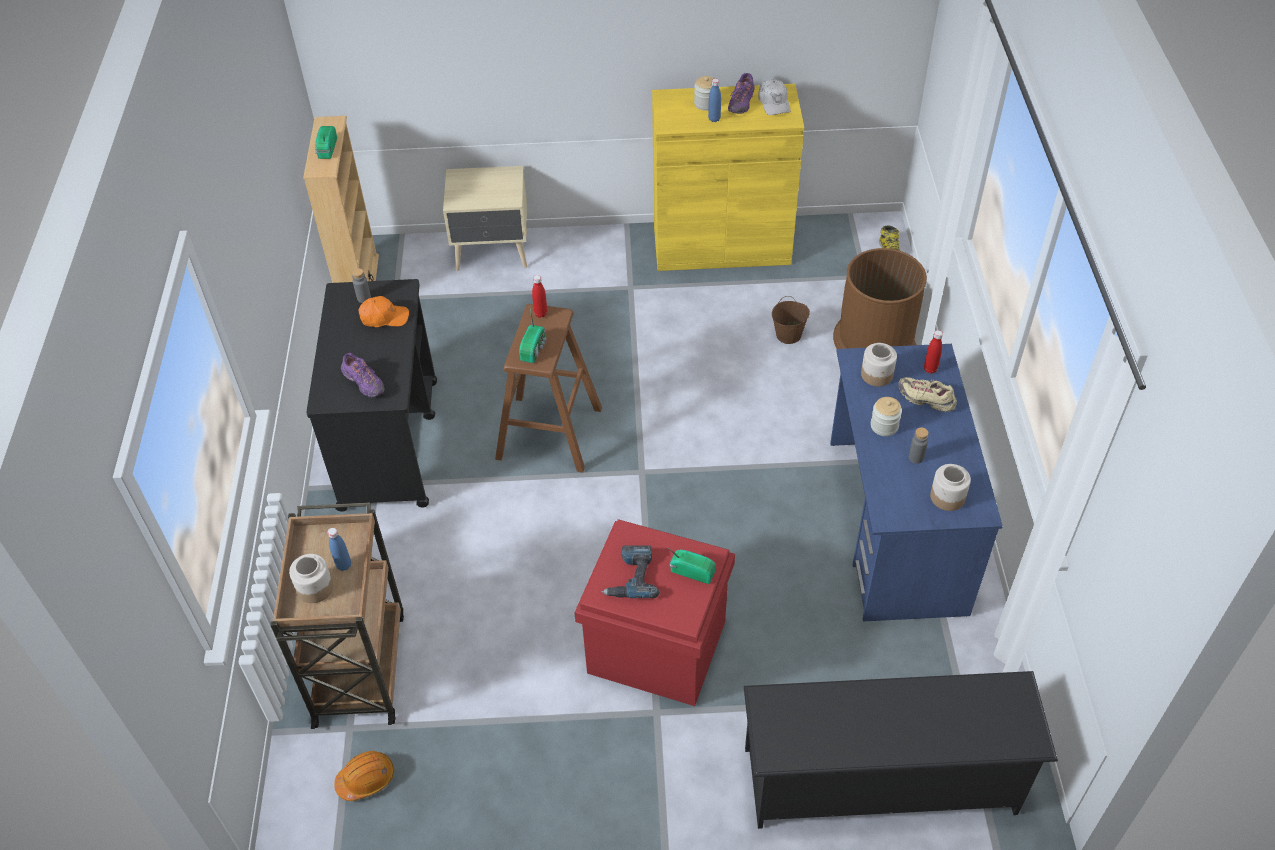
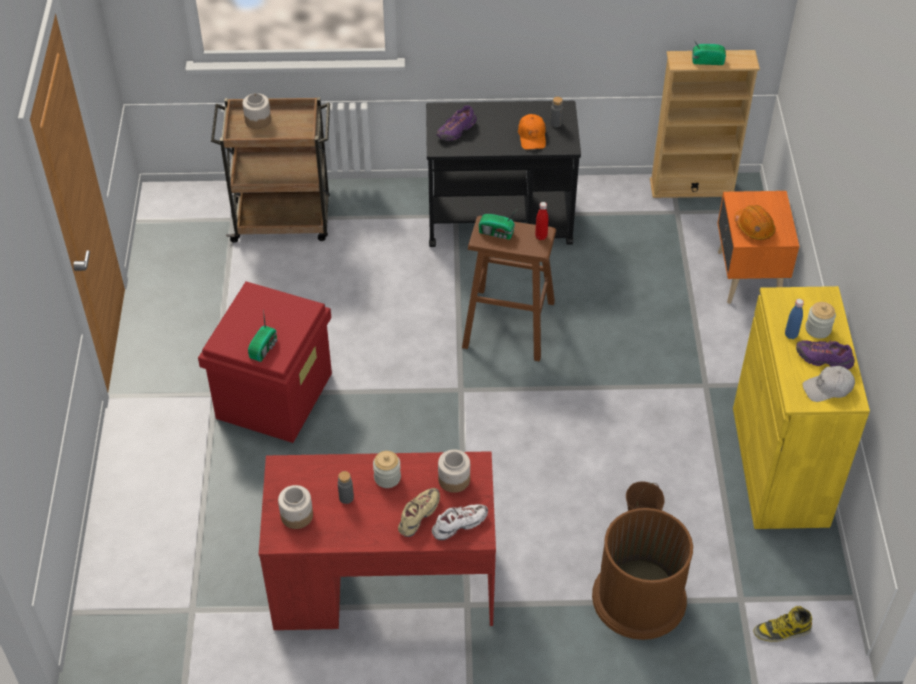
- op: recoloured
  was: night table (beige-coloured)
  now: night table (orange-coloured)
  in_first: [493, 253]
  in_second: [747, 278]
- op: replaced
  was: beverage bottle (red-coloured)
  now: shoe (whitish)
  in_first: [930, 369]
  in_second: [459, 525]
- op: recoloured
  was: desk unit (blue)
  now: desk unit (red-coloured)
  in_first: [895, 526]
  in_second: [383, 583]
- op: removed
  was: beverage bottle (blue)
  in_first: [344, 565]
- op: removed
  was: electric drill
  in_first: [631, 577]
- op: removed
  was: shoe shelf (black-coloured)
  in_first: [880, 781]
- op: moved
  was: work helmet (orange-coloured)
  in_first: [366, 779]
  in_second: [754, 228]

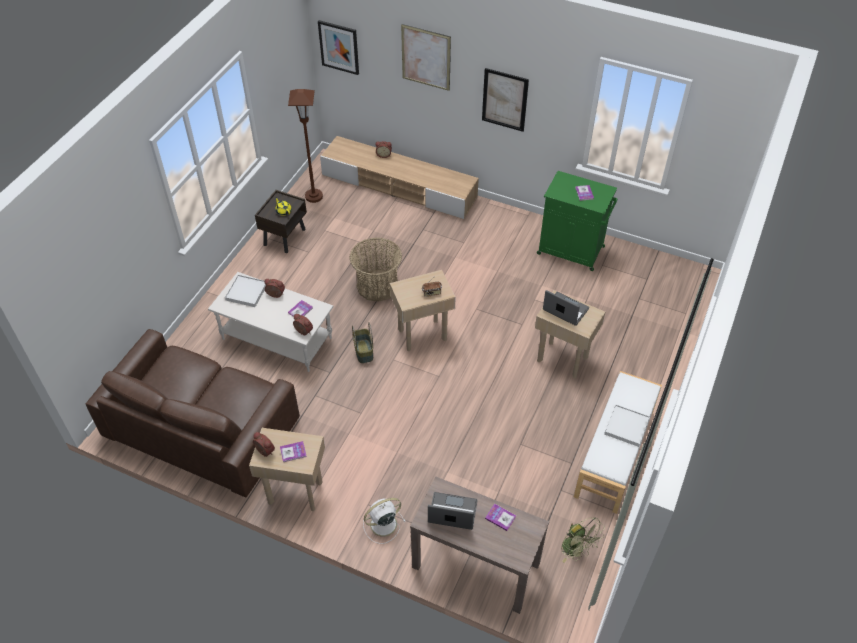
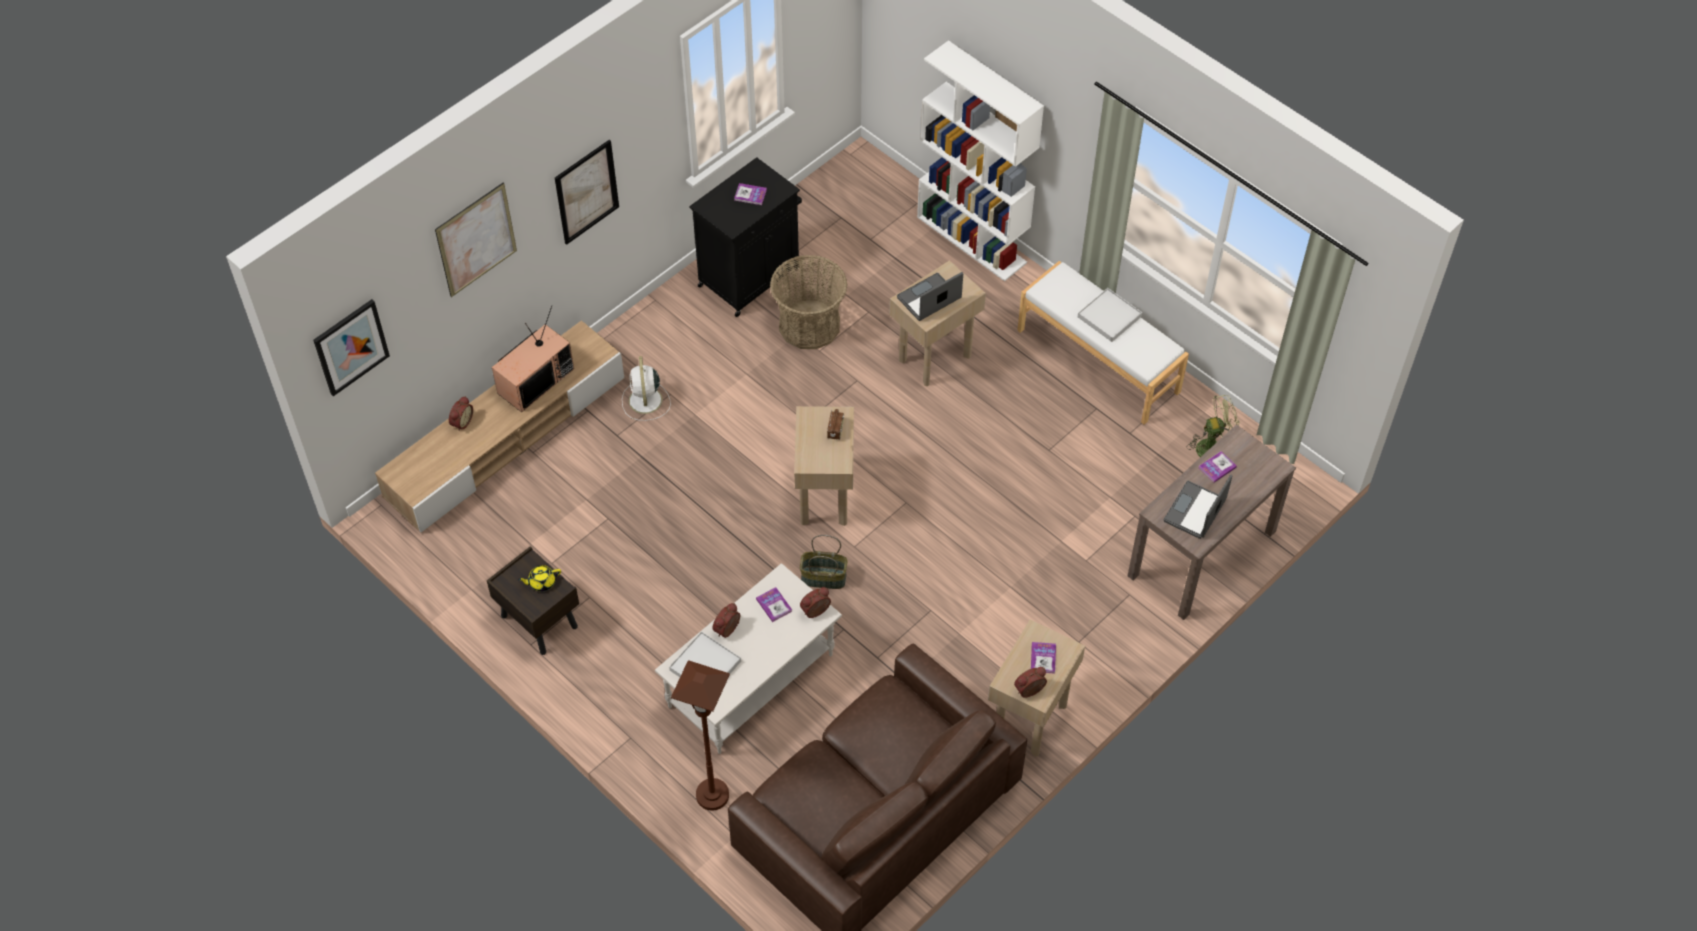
- op: moved
  was: standard lamp (brown)
  in_first: [314, 196]
  in_second: [712, 795]
- op: recoloured
  was: cabinet (greenish)
  now: cabinet (black-coloured)
  in_first: [572, 251]
  in_second: [750, 276]
- op: moved
  was: basket
  in_first: [377, 285]
  in_second: [809, 325]
- op: moved
  was: fan (whitish)
  in_first: [382, 524]
  in_second: [645, 401]
- op: added
  now: shelving unit (whitish)
  in_second: [972, 240]
- op: added
  now: TV
  in_second: [535, 379]

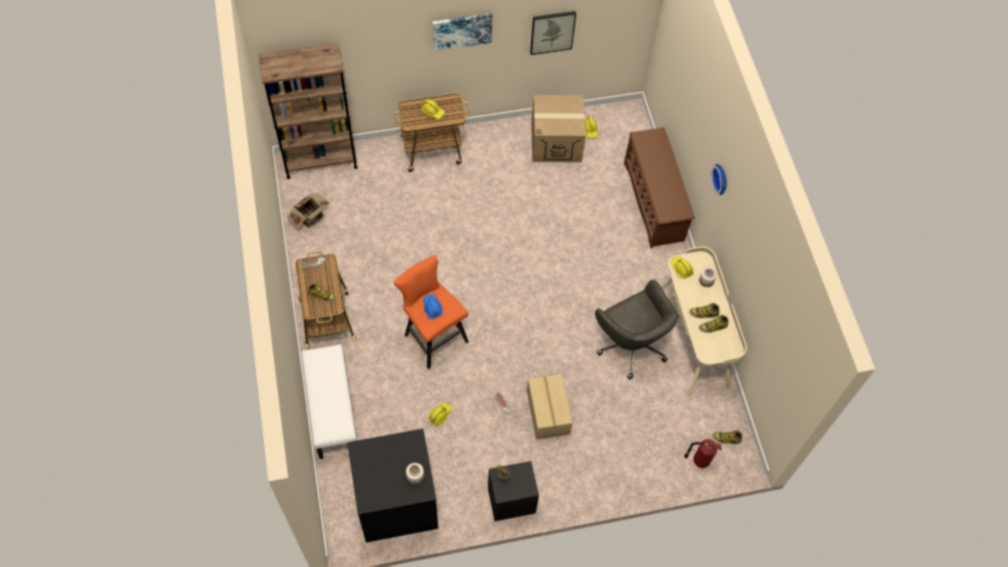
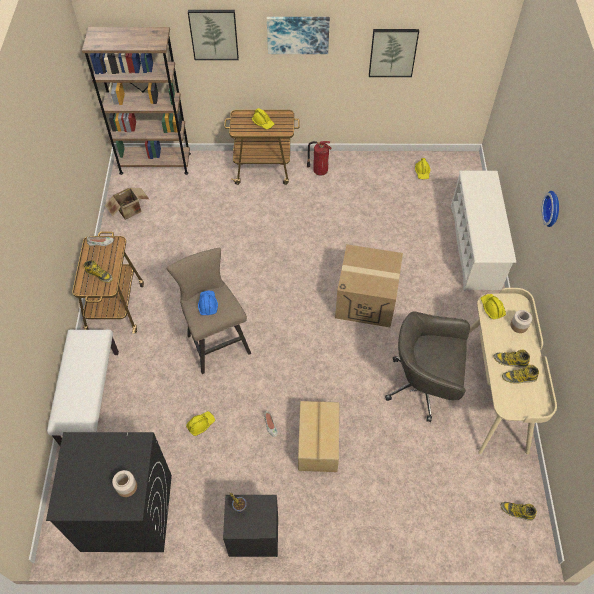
- op: moved
  was: packing box
  in_first: [556, 141]
  in_second: [366, 299]
- op: recoloured
  was: shoe shelf (brown)
  now: shoe shelf (whitish)
  in_first: [654, 202]
  in_second: [475, 247]
- op: recoloured
  was: stool seat (orange-coloured)
  now: stool seat (beige-coloured)
  in_first: [433, 336]
  in_second: [216, 341]
- op: turned
  was: office chair (greyish)
  in_first: [630, 344]
  in_second: [424, 386]
  clockwise: 120
- op: moved
  was: fire extinguisher
  in_first: [700, 460]
  in_second: [319, 170]
- op: added
  now: wall picture
  in_second: [214, 34]

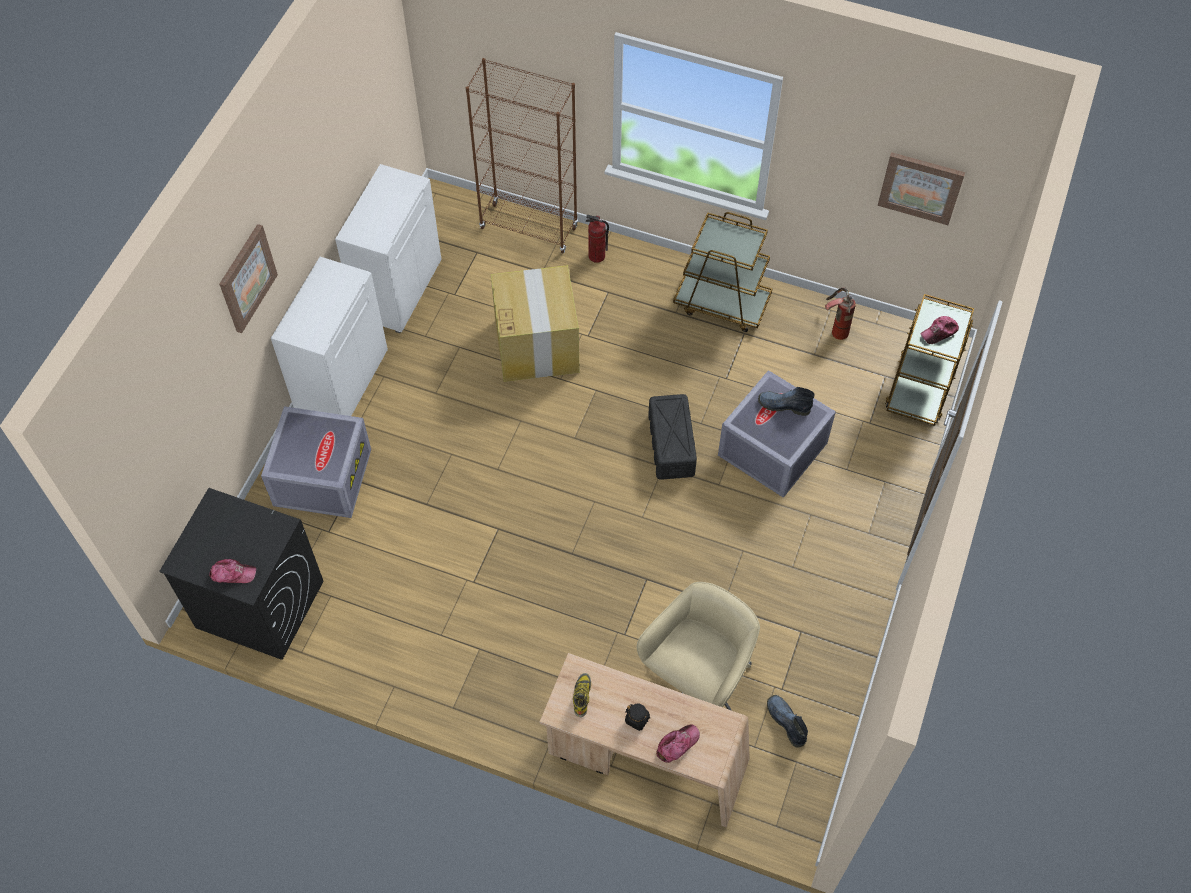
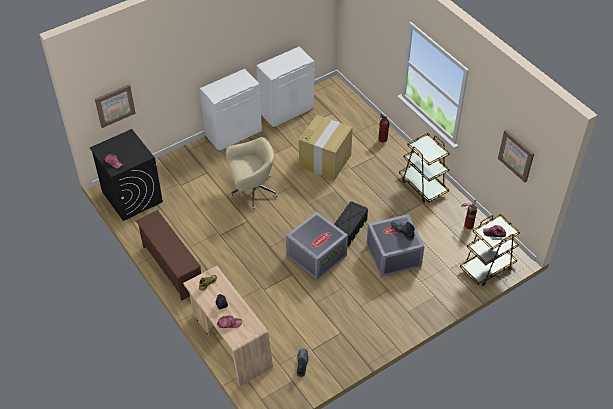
- op: removed
  was: shelving unit (brown)
  in_first: [529, 228]
- op: moved
  was: wall picture
  in_first: [246, 278]
  in_second: [114, 105]
- op: moved
  was: storage box (greyish)
  in_first: [321, 476]
  in_second: [316, 254]
- op: moved
  was: office chair (beige-coloured)
  in_first: [696, 680]
  in_second: [252, 191]
- op: added
  now: shoe shelf (brown)
  in_second: [171, 268]

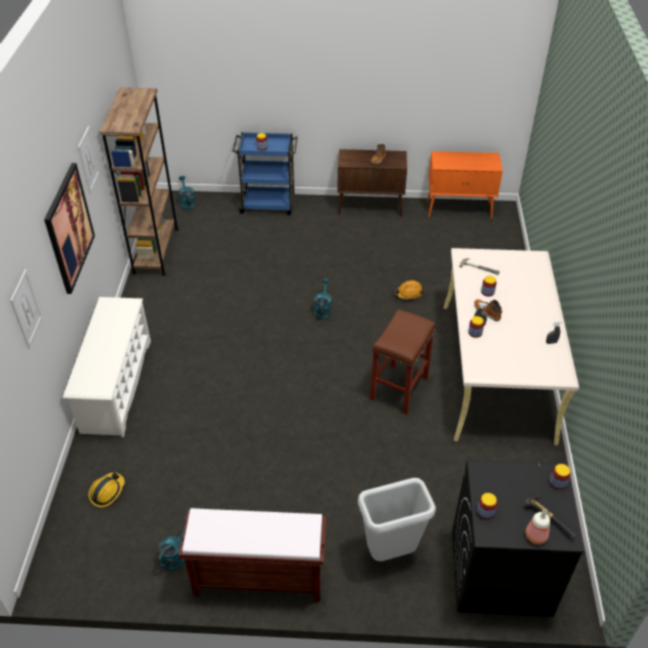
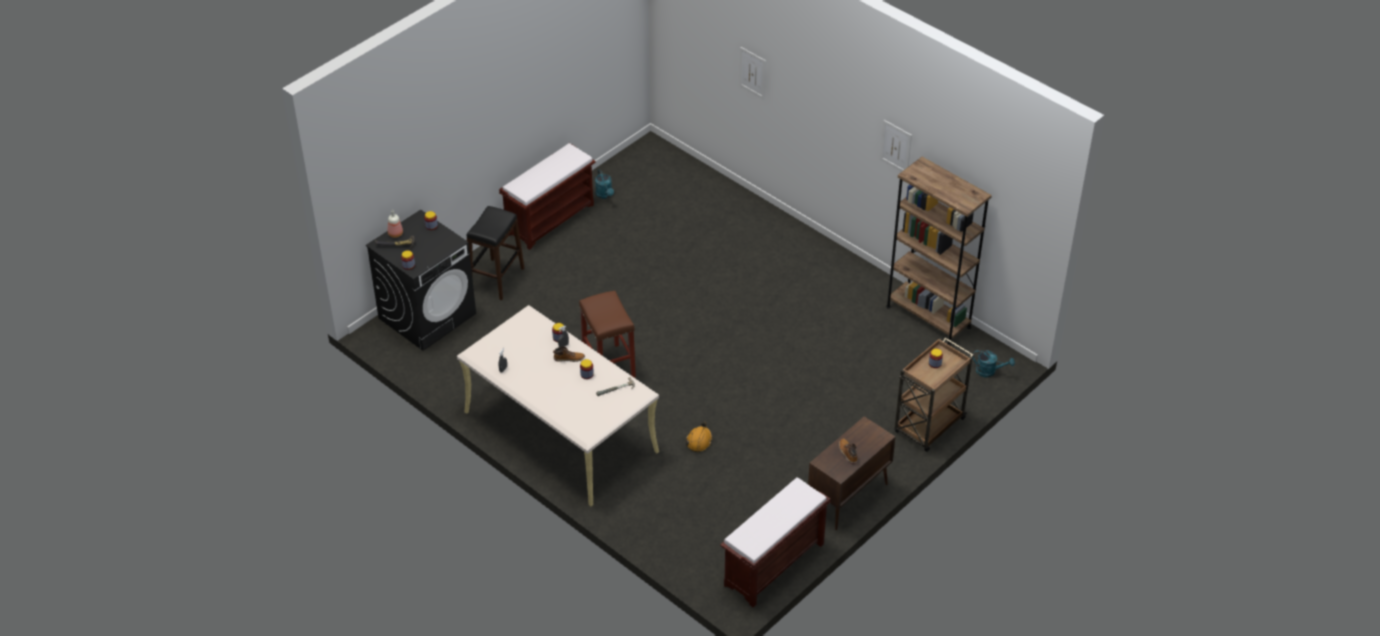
- op: recoloured
  was: wheeled cart (blue)
  now: wheeled cart (brown)
  in_first: [269, 204]
  in_second: [928, 426]
- op: replaced
  was: cabinet (orange-coloured)
  now: indoor bench (brown)
  in_first: [459, 209]
  in_second: [773, 566]
- op: removed
  was: wall picture
  in_first: [69, 228]
- op: removed
  was: sprinkling can (turquoise-coloured)
  in_first: [322, 309]
- op: removed
  was: shoe shelf (whitish)
  in_first: [116, 385]
- op: removed
  was: work helmet
  in_first: [107, 492]
- op: replaced
  was: waste bin (greyish)
  now: stool seat (black-coloured)
  in_first: [390, 553]
  in_second: [496, 279]

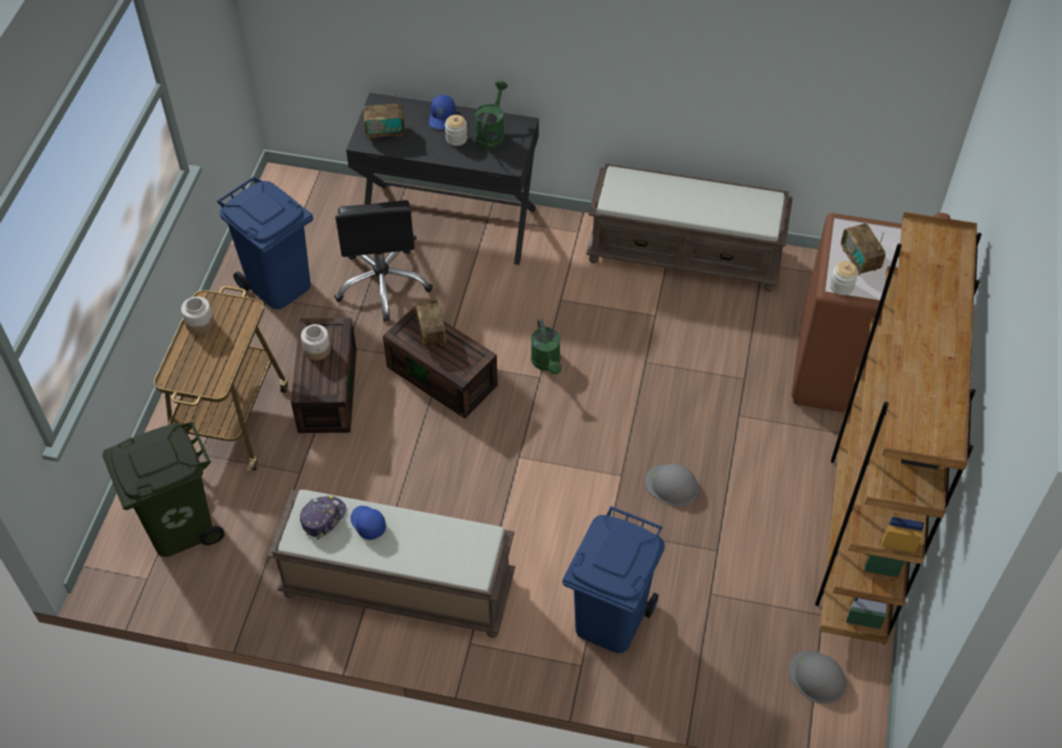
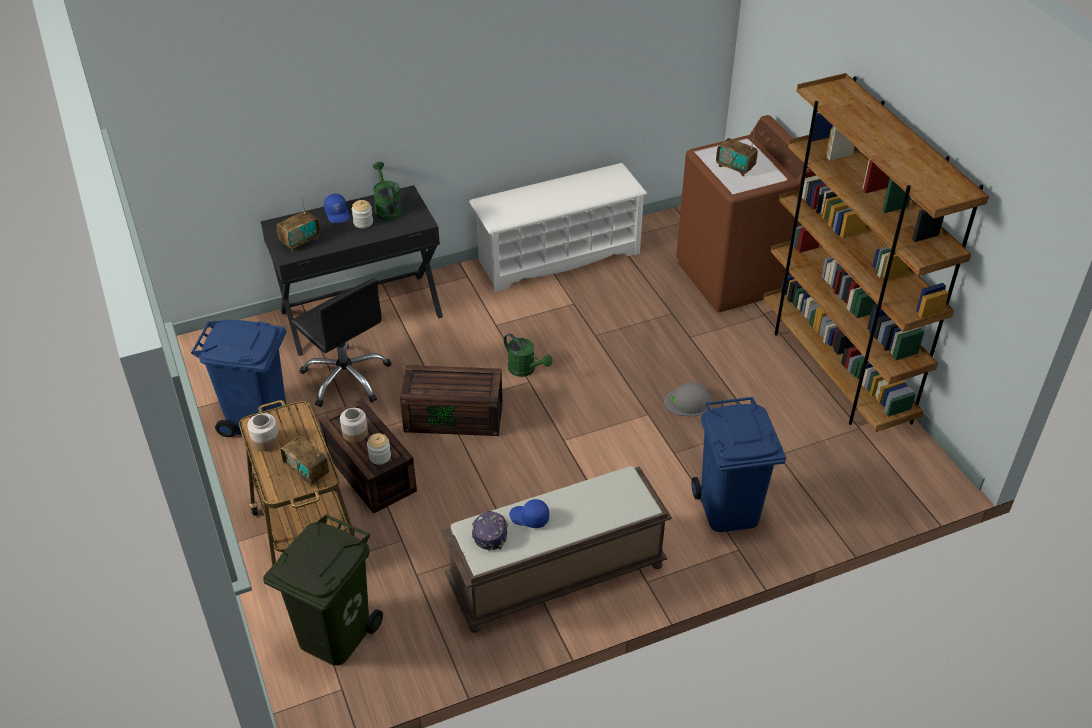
- op: replaced
  was: indoor bench (brown)
  now: shoe shelf (whitish)
  in_first: [685, 254]
  in_second: [558, 256]
- op: moved
  was: jar
  in_first: [841, 286]
  in_second: [380, 456]
- op: moved
  was: radio set
  in_first: [431, 333]
  in_second: [307, 472]
- op: removed
  was: work helmet (greyish)
  in_first: [817, 677]

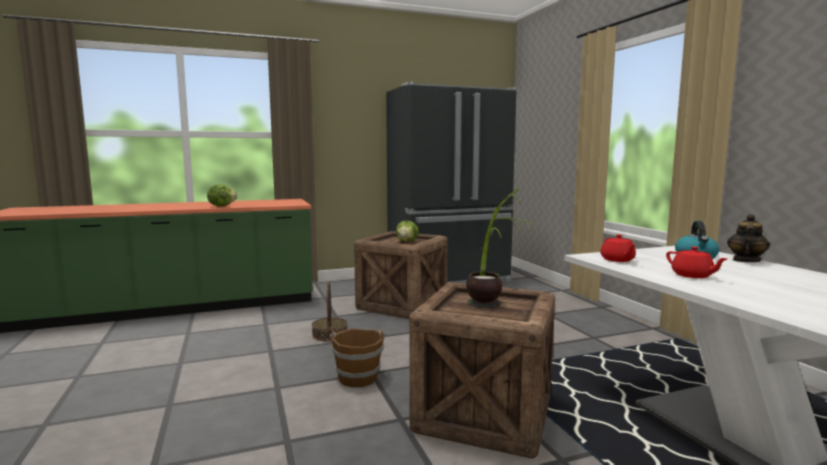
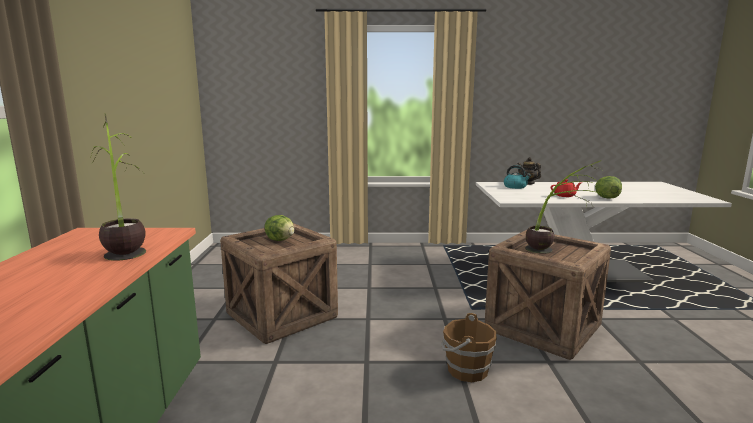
- op: removed
  was: kitchen fridge (black-coloured)
  in_first: [449, 278]
- op: moved
  was: lettuce
  in_first: [222, 206]
  in_second: [606, 198]
- op: removed
  was: pot for tea (red-coloured)
  in_first: [617, 260]
- op: removed
  was: basket
  in_first: [329, 334]
- op: added
  now: plant in a pot
  in_second: [125, 247]

